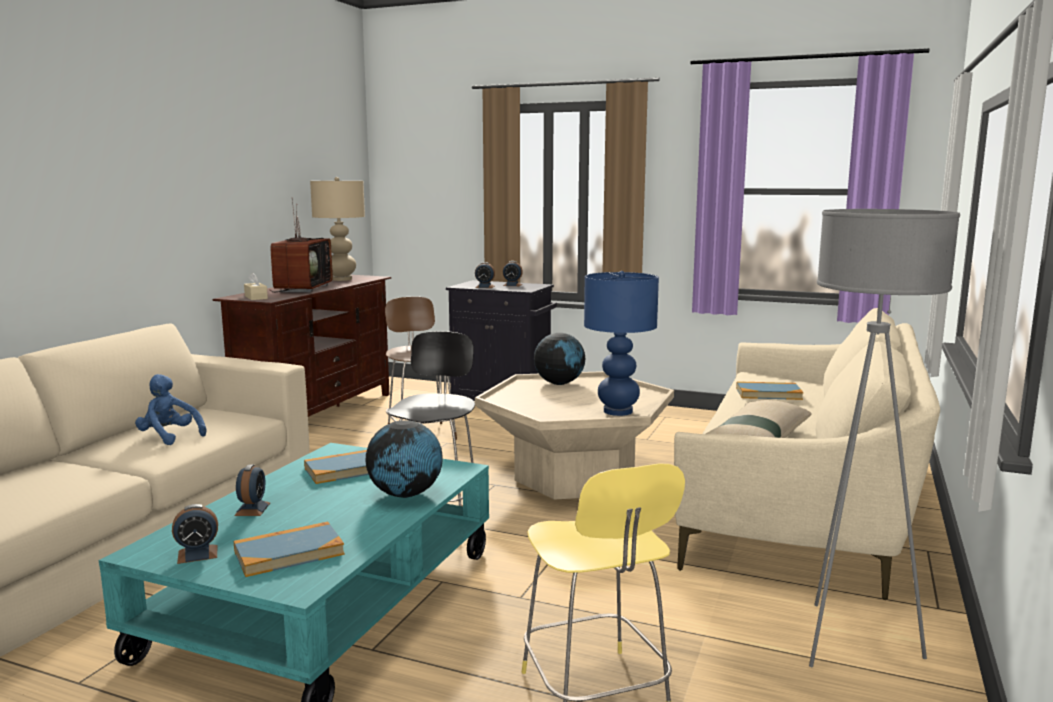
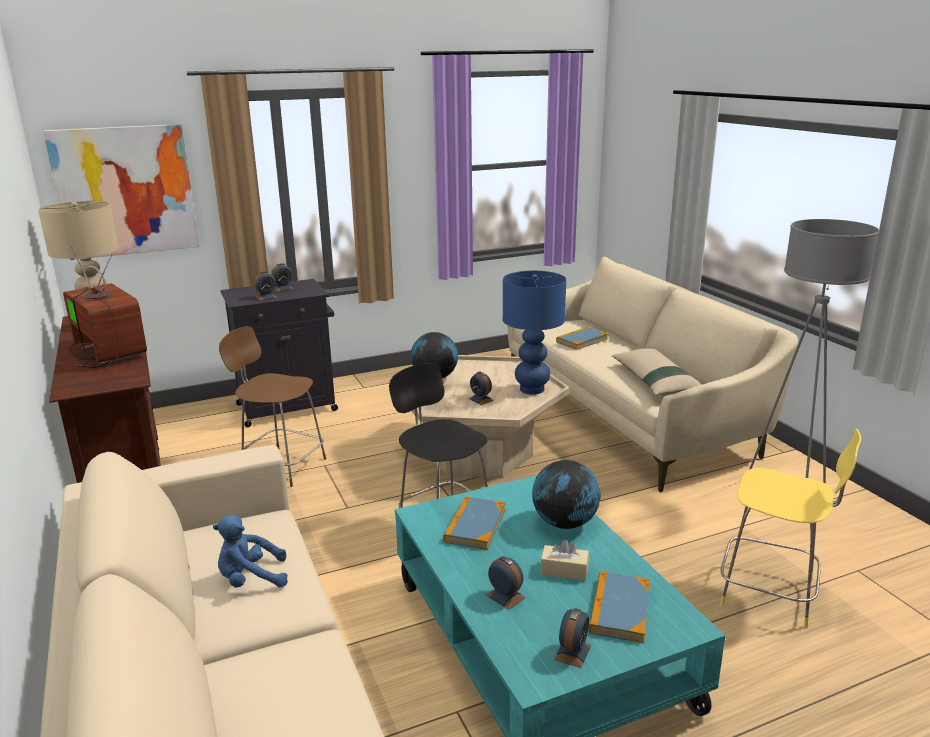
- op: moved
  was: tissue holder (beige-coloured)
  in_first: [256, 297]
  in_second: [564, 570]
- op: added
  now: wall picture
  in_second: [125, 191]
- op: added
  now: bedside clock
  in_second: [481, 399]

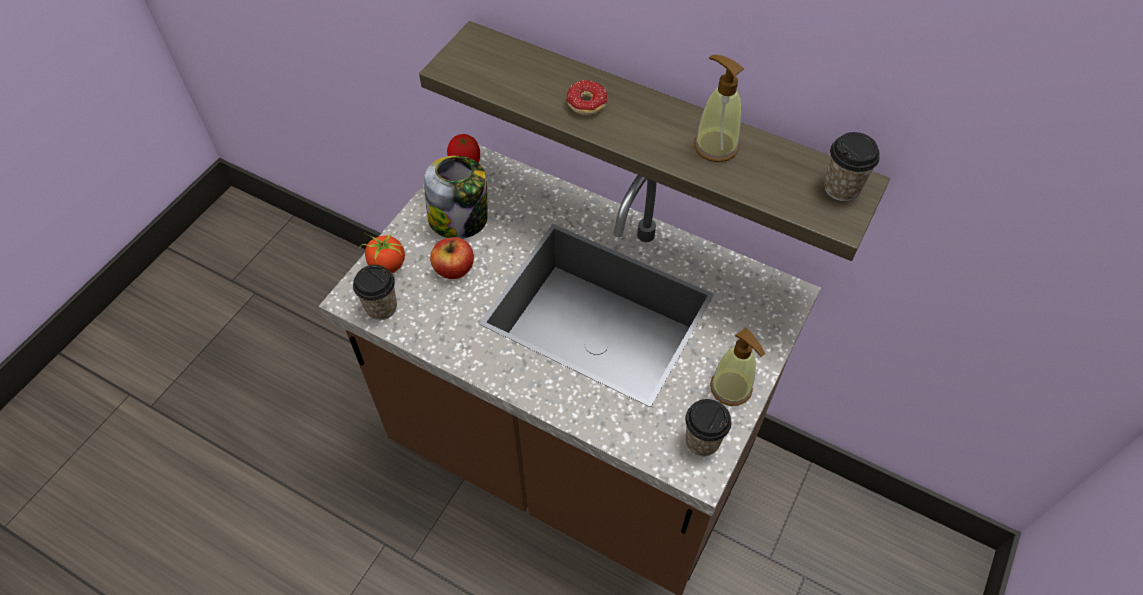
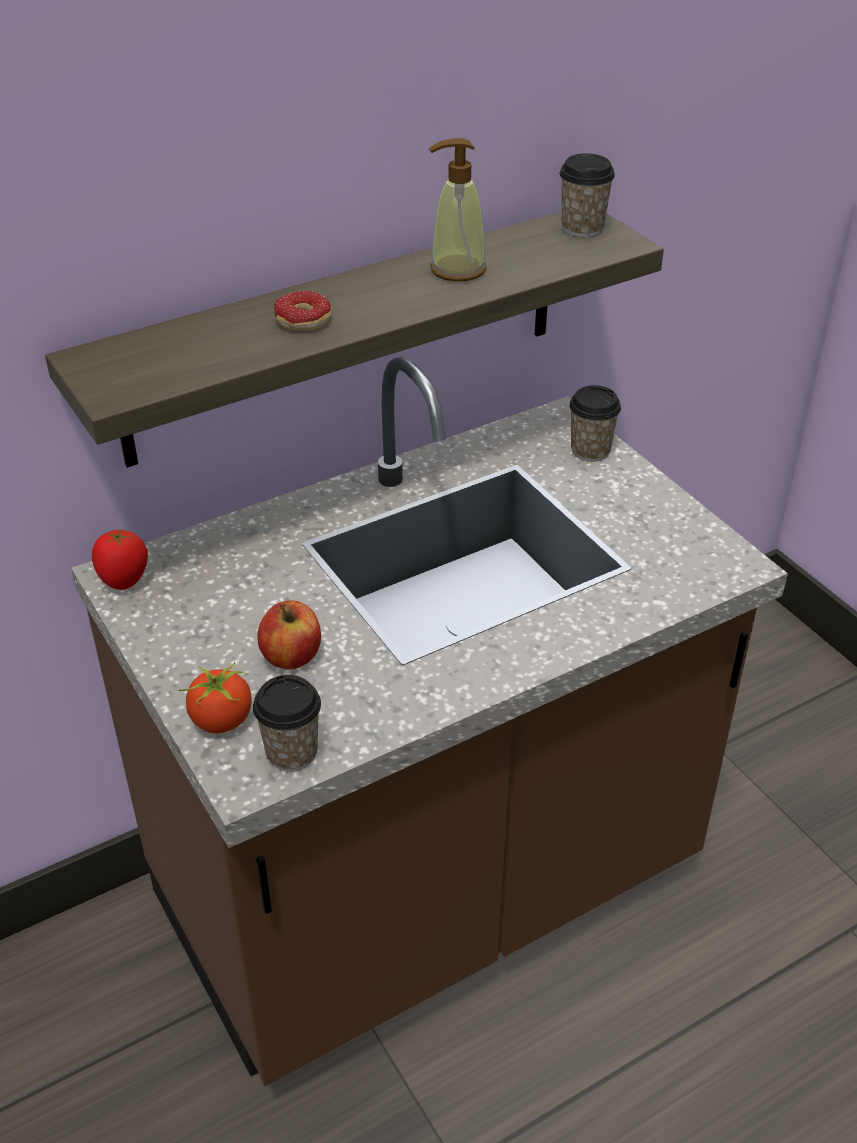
- op: removed
  was: jar
  in_first: [460, 219]
- op: removed
  was: liquid soap bottle
  in_first: [731, 388]
- op: moved
  was: drinking cup
  in_first: [702, 441]
  in_second: [590, 450]

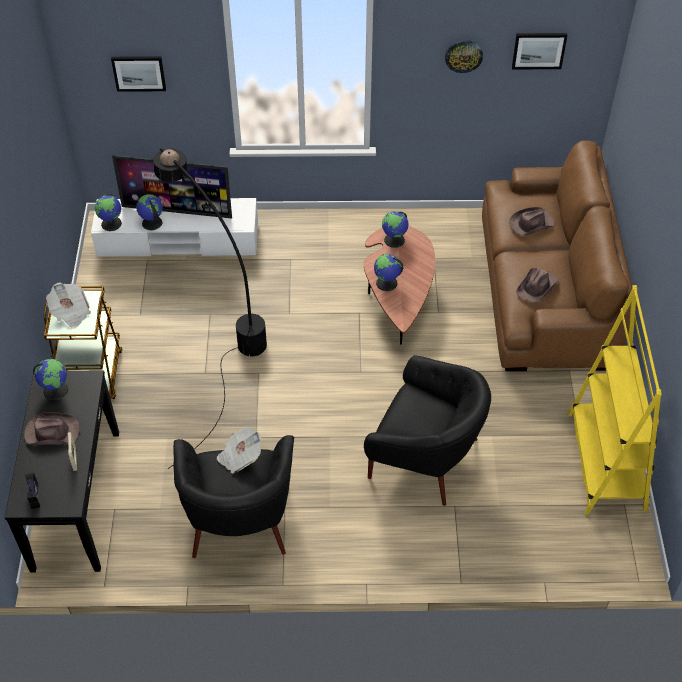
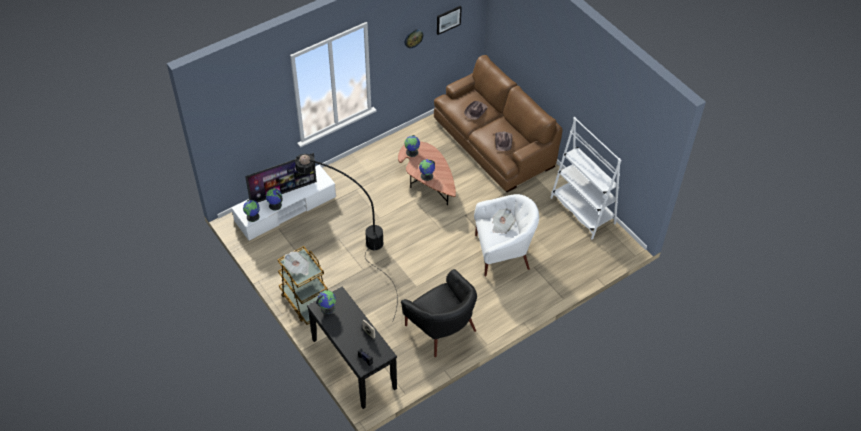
- op: removed
  was: wall picture
  in_first: [139, 73]
- op: recoloured
  was: shelving unit (yellow-coloured)
  now: shelving unit (whitish)
  in_first: [606, 461]
  in_second: [582, 211]
- op: recoloured
  was: easy chair (black-coloured)
  now: easy chair (whitish)
  in_first: [424, 457]
  in_second: [502, 252]
- op: removed
  was: hat (brown)
  in_first: [51, 432]
- op: moved
  was: printed paper
  in_first: [240, 457]
  in_second: [502, 225]

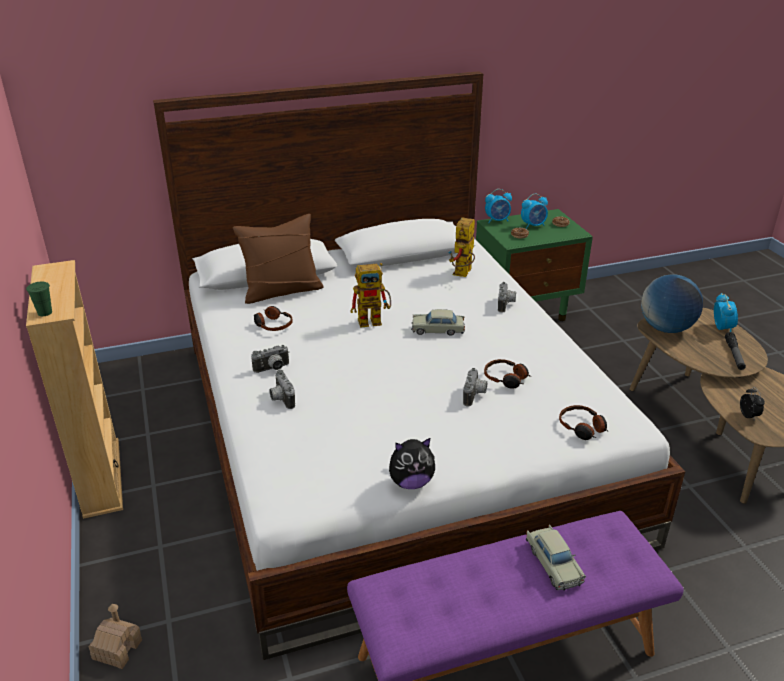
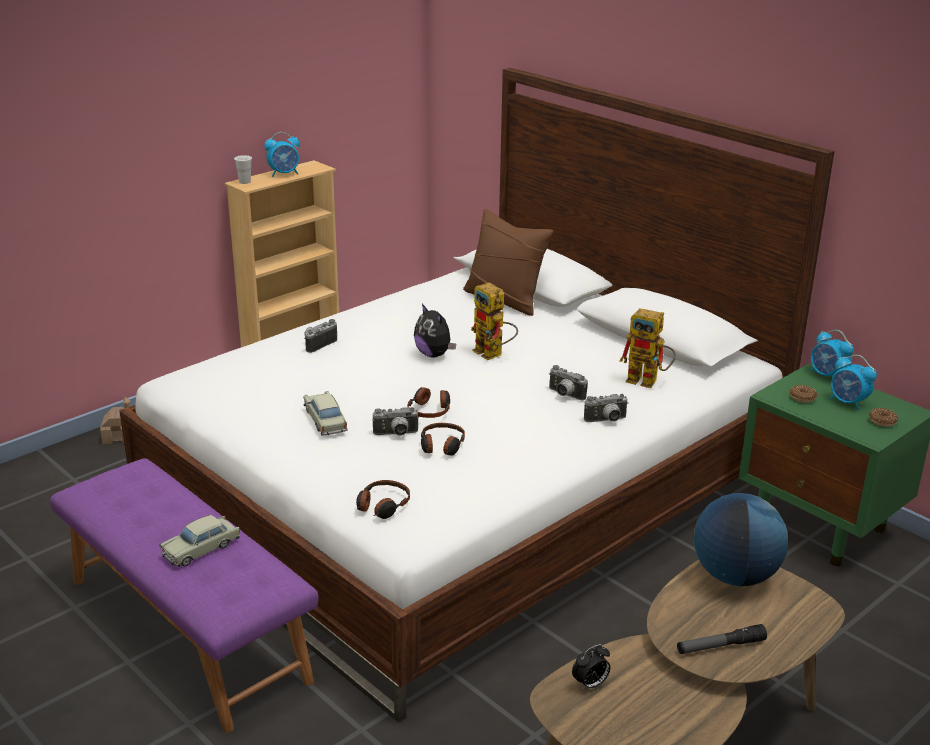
- op: turned
  was: robot figure
  in_first: [462, 274]
  in_second: [648, 381]
  clockwise: -150
- op: recoloured
  was: drinking cup (greenish)
  now: drinking cup (whitish)
  in_first: [45, 312]
  in_second: [245, 182]
- op: moved
  was: bedside clock
  in_first: [722, 328]
  in_second: [284, 174]
- op: moved
  was: pair of headphones
  in_first: [273, 325]
  in_second: [430, 410]
- op: moved
  was: model car (beige-coloured)
  in_first: [437, 330]
  in_second: [325, 421]
- op: moved
  was: photo camera
  in_first: [272, 369]
  in_second: [564, 395]
- op: moved
  was: soft toy
  in_first: [411, 482]
  in_second: [434, 354]

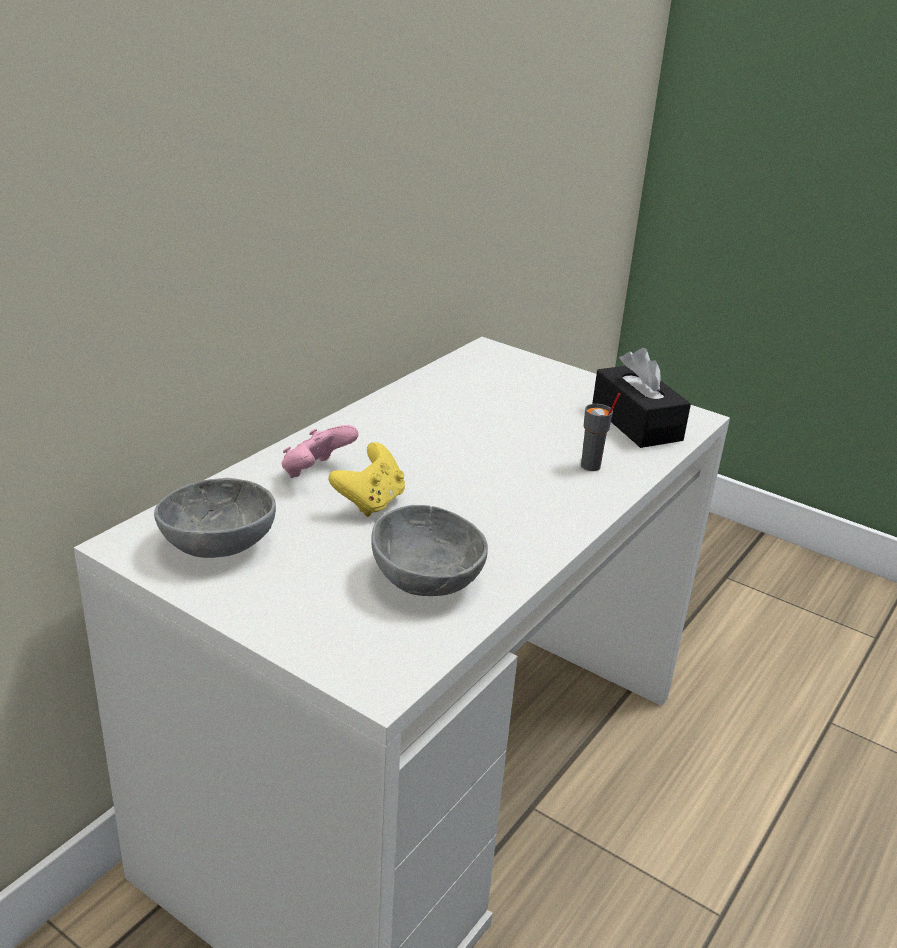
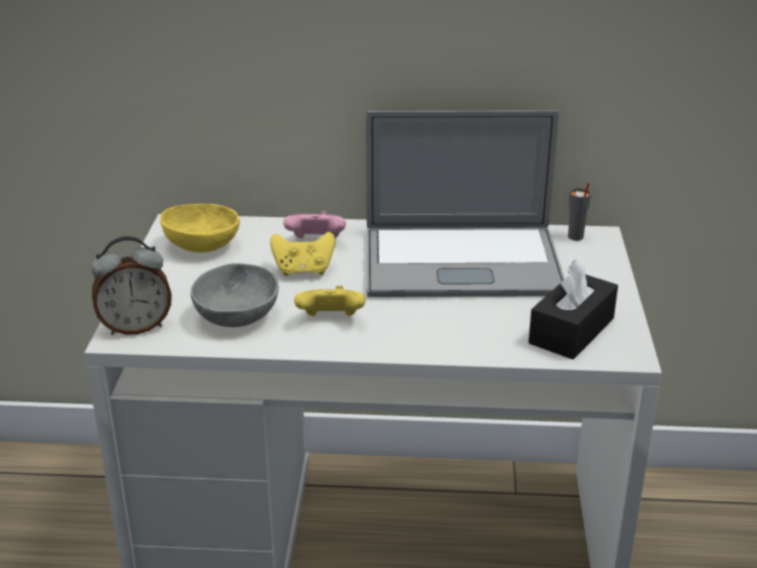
- op: moved
  was: drinking cup (greyish)
  in_first: [591, 466]
  in_second: [575, 237]
- op: recoloured
  was: serving bowl (greyish)
  now: serving bowl (yellow-coloured)
  in_first: [216, 544]
  in_second: [202, 245]
- op: added
  now: notebook computer
  in_second: [461, 263]
- op: added
  now: bedside clock
  in_second: [136, 327]
- op: added
  now: joypad (yellow-coloured)
  in_second: [330, 320]

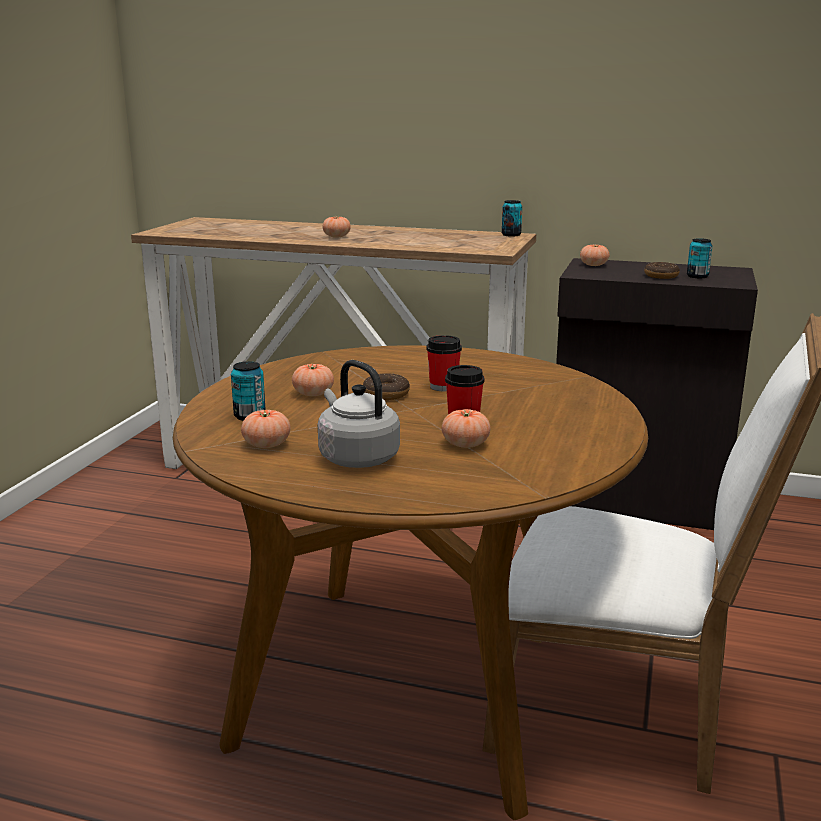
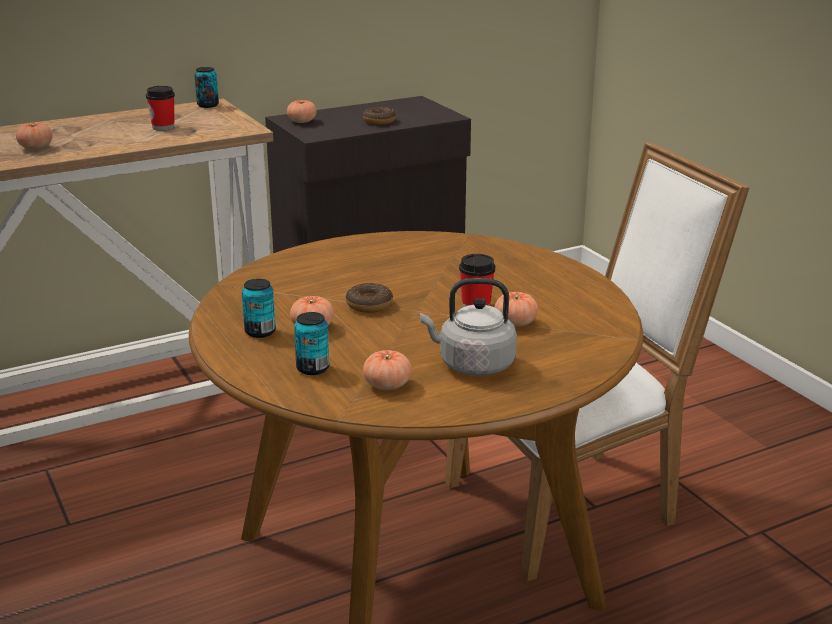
- op: moved
  was: metal can
  in_first: [697, 276]
  in_second: [260, 332]
- op: moved
  was: drinking cup
  in_first: [443, 387]
  in_second: [163, 127]

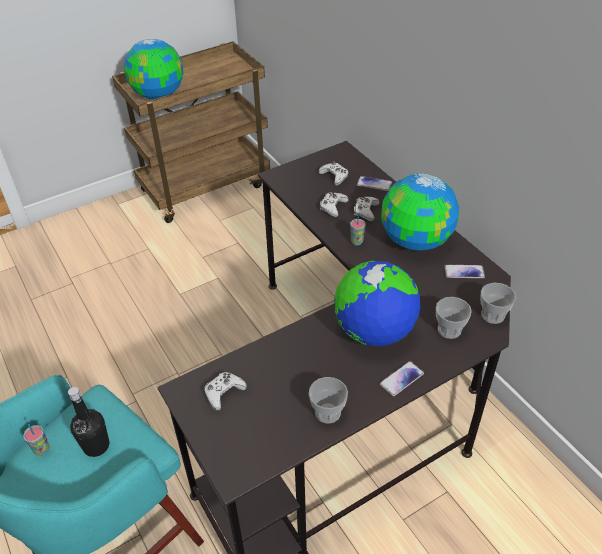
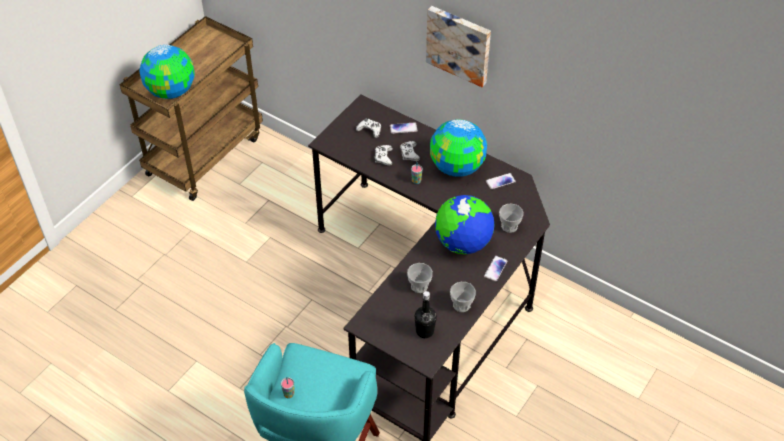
- op: moved
  was: drinking cup
  in_first: [492, 315]
  in_second: [419, 286]
- op: removed
  was: joypad (whitish)
  in_first: [224, 392]
- op: moved
  was: beverage bottle (black-coloured)
  in_first: [96, 446]
  in_second: [424, 331]
- op: added
  now: wall picture
  in_second: [459, 44]

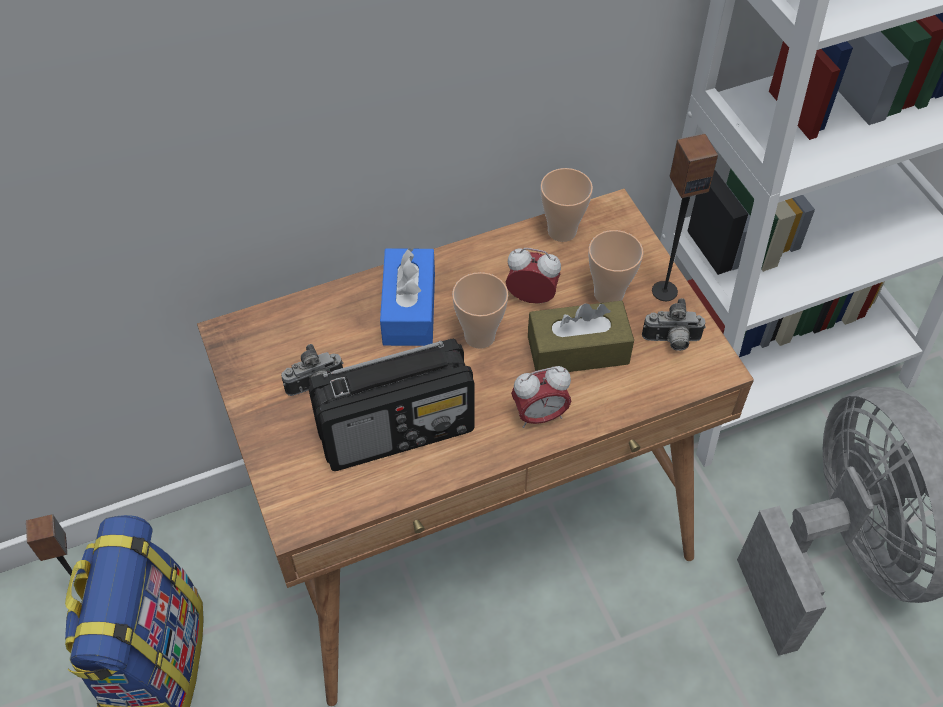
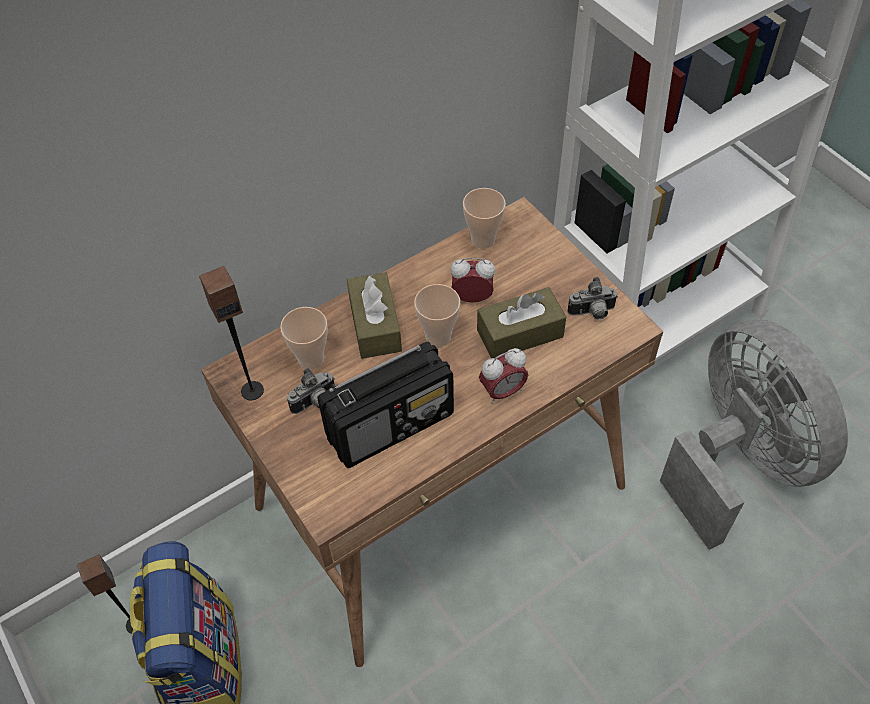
- op: moved
  was: audio speaker
  in_first: [664, 290]
  in_second: [252, 390]
- op: moved
  was: drinking cup
  in_first: [608, 294]
  in_second: [311, 359]
- op: recoloured
  was: tissue holder (blue)
  now: tissue holder (brown)
  in_first: [409, 309]
  in_second: [375, 325]

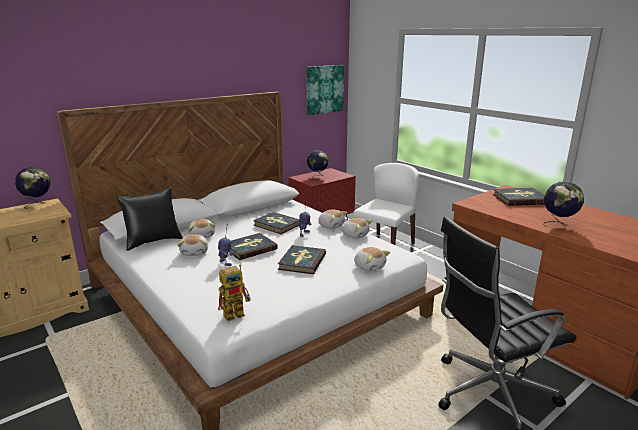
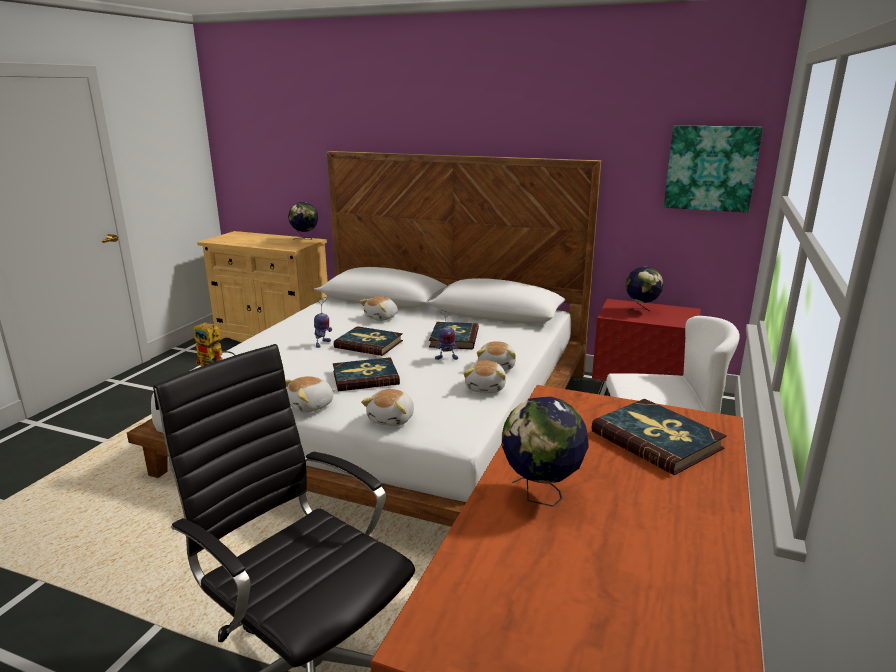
- op: removed
  was: pillow (black-coloured)
  in_first: [153, 241]
- op: moved
  was: soft toy
  in_first: [195, 252]
  in_second: [311, 406]

